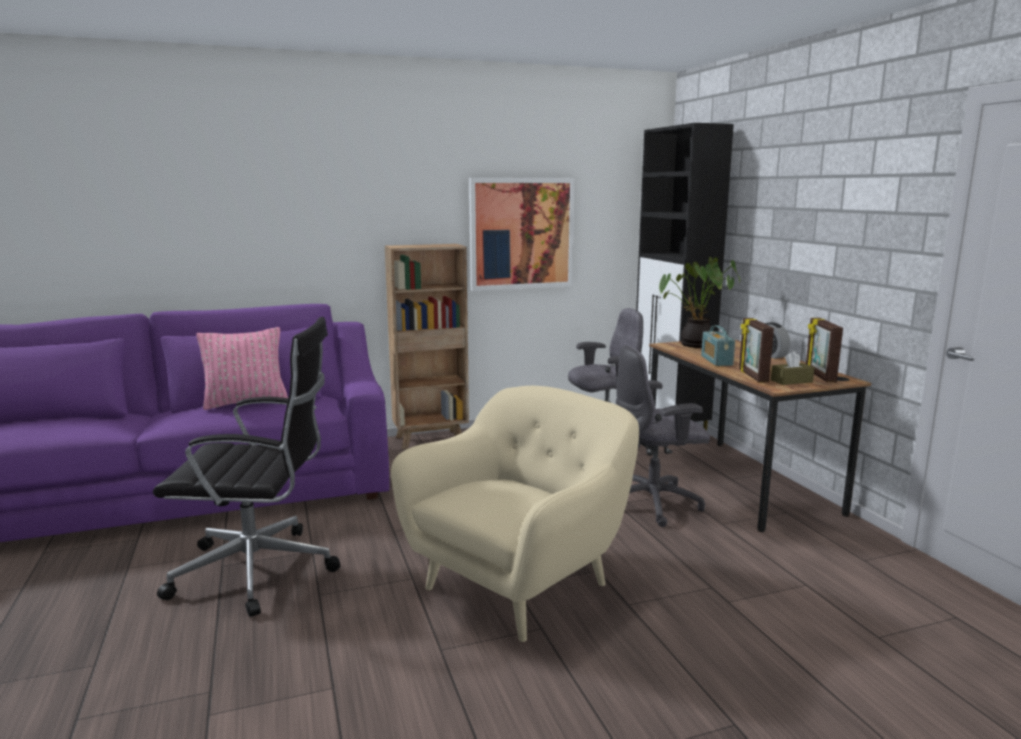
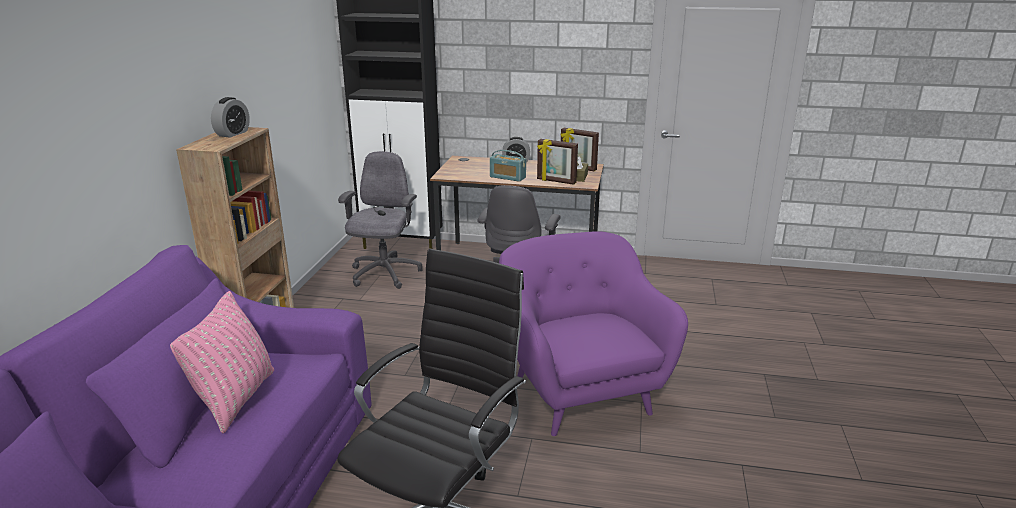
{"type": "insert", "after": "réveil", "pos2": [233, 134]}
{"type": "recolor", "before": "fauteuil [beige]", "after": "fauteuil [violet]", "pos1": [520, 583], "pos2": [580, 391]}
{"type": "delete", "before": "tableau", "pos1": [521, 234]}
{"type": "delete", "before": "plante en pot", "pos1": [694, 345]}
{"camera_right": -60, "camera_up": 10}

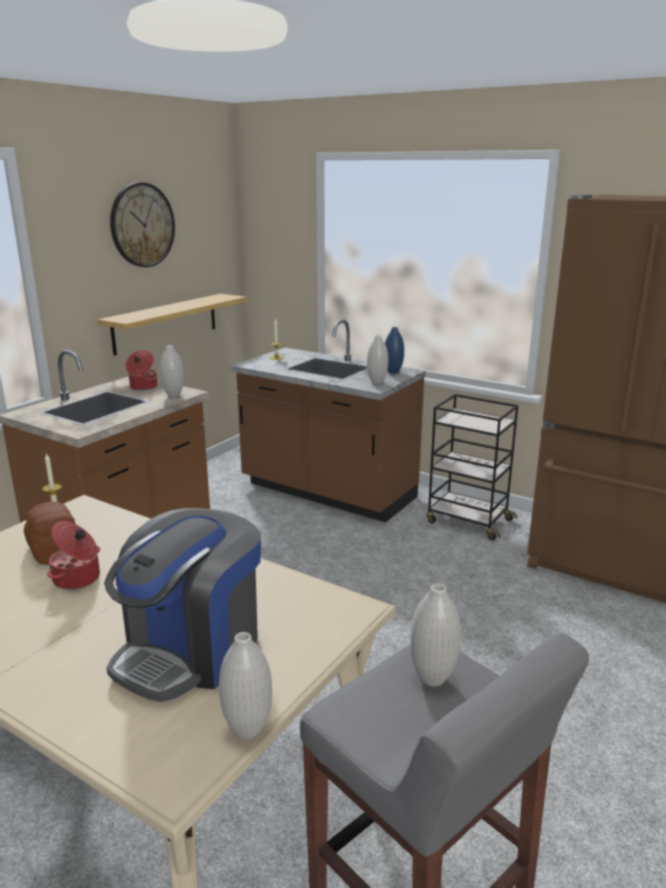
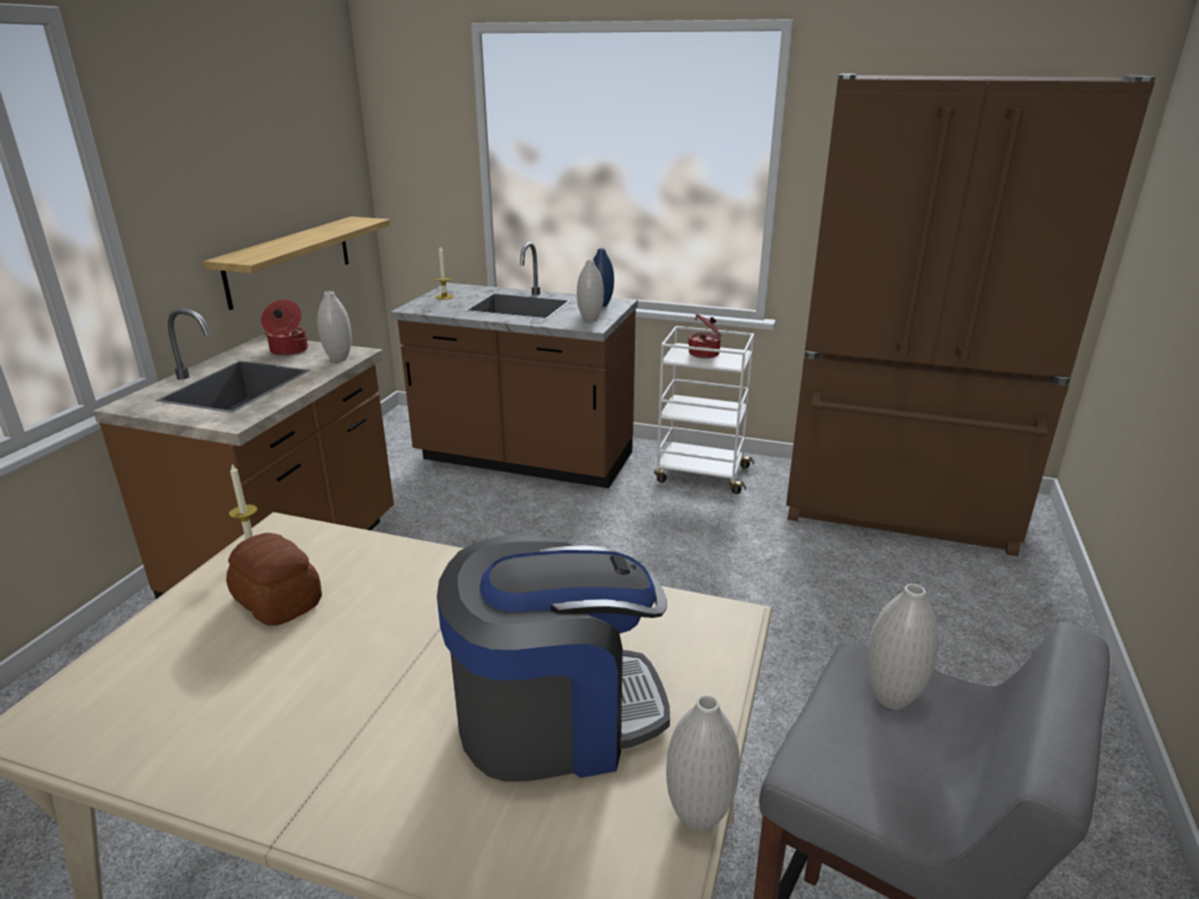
{"type": "rotate", "before": "machine à café", "pos1": [191, 650], "pos2": [556, 716], "turn": -120}
{"type": "recolor", "before": "chariot [noir]", "after": "chariot [blanc]", "pos1": [468, 521], "pos2": [701, 474]}
{"type": "move", "before": "marmite", "pos1": [78, 579], "pos2": [705, 354]}
{"type": "delete", "before": "horloge murale", "pos1": [142, 225]}
{"camera_right": -15, "camera_up": 5}

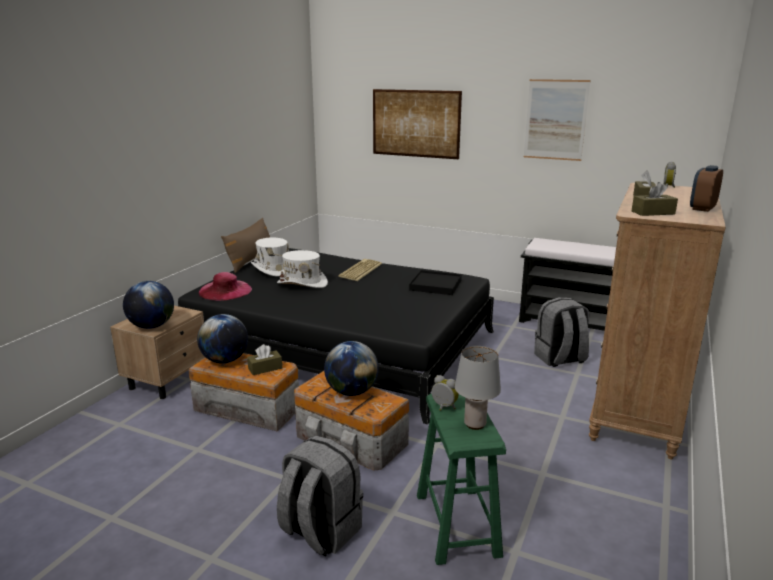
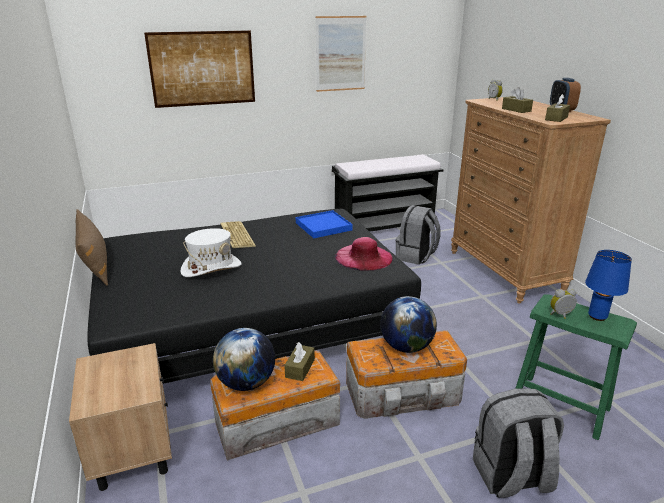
{"type": "recolor", "before": "plateau [noir]", "after": "plateau [bleu]", "pos1": [435, 285], "pos2": [323, 226]}
{"type": "move", "before": "chapeau [rose]", "pos1": [225, 290], "pos2": [364, 257]}
{"type": "recolor", "before": "lampe de table [gris]", "after": "lampe de table [bleu]", "pos1": [475, 424], "pos2": [597, 316]}
{"type": "delete", "before": "globe", "pos1": [152, 326]}
{"type": "delete", "before": "chapeau [blanc]", "pos1": [273, 269]}
{"camera_right": -45, "camera_up": 5}

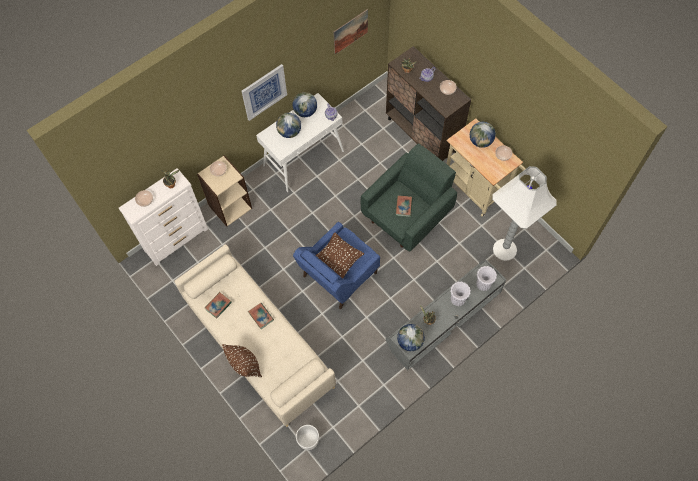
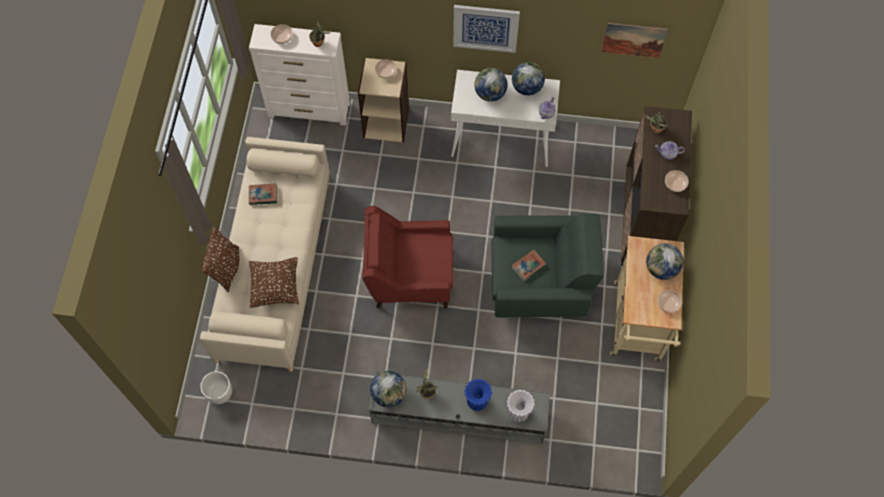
{"type": "move", "before": "coussin [marron]", "pos1": [338, 260], "pos2": [275, 287]}
{"type": "recolor", "before": "fauteuil [bleu]", "after": "fauteuil [rouge]", "pos1": [338, 275], "pos2": [409, 276]}
{"type": "recolor", "before": "vase [blanc]", "after": "vase [bleu]", "pos1": [457, 300], "pos2": [476, 402]}
{"type": "delete", "before": "livre", "pos1": [261, 316]}
{"type": "delete", "before": "lampadaire [blanc]", "pos1": [504, 249]}
{"camera_right": 45, "camera_up": 0}

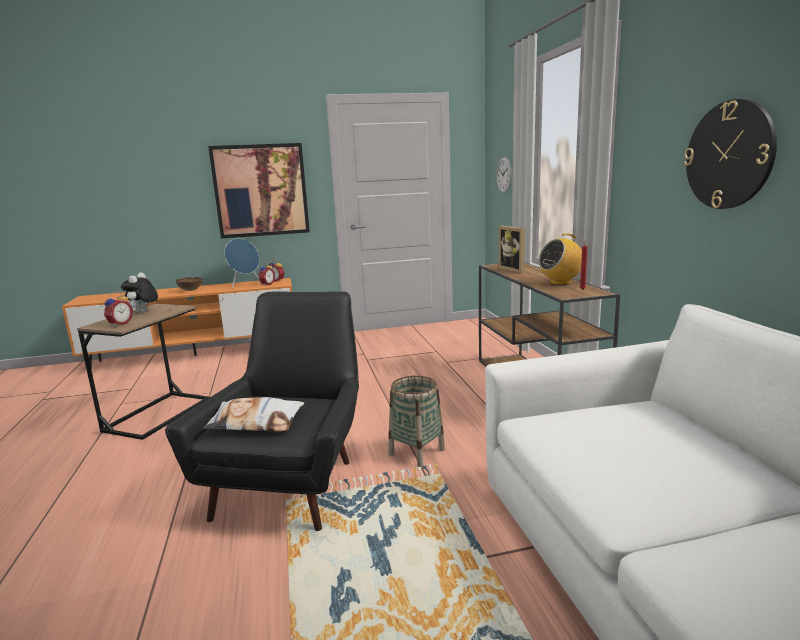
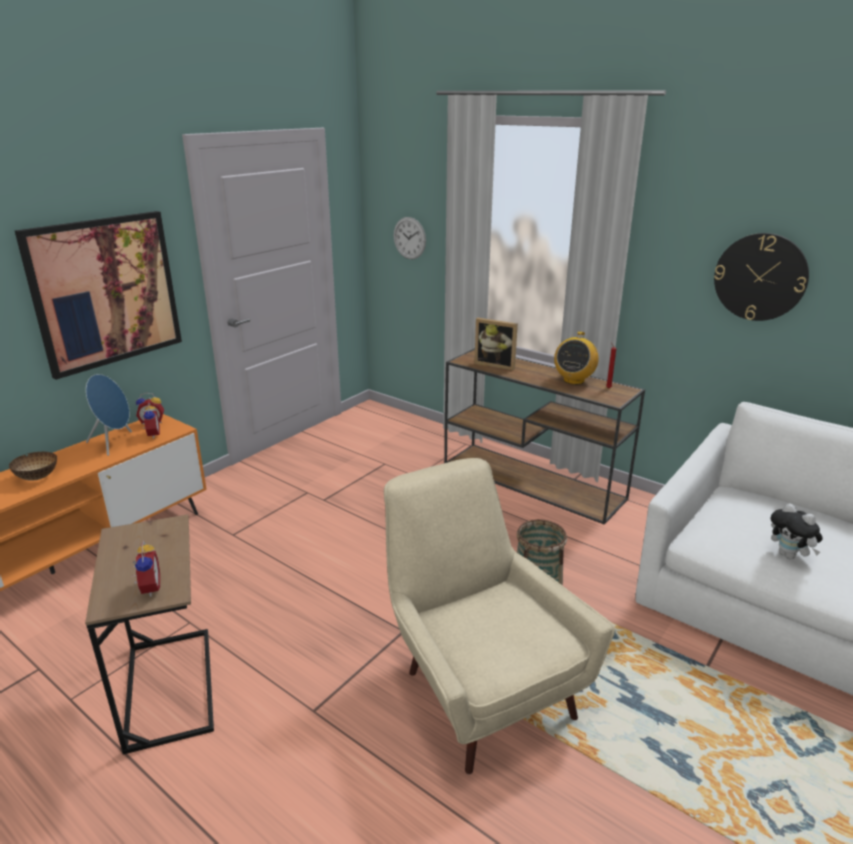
{"type": "recolor", "before": "fauteuil [noir]", "after": "fauteuil [beige]", "pos1": [293, 480], "pos2": [477, 684]}
{"type": "move", "before": "peluche", "pos1": [143, 312], "pos2": [789, 556]}
{"type": "delete", "before": "coussin", "pos1": [256, 422]}
{"camera_right": -40, "camera_up": 10}

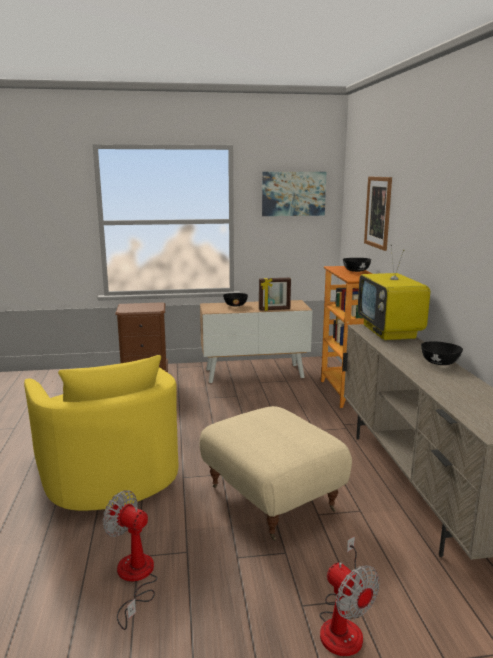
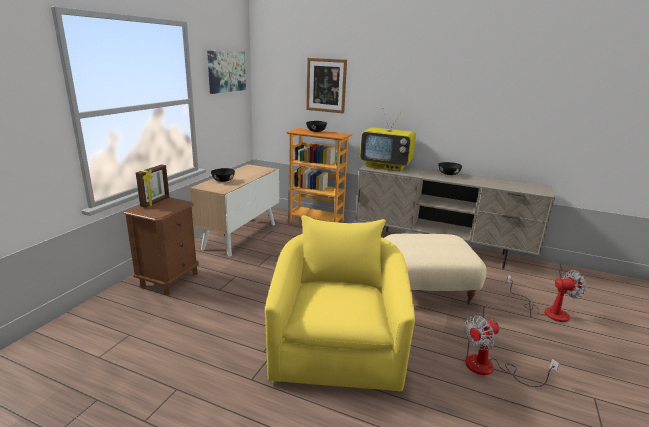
{"type": "move", "before": "cadre photo", "pos1": [274, 309], "pos2": [155, 202]}
{"type": "rotate", "before": "fauteuil [jaune]", "pos1": [108, 471], "pos2": [337, 345], "turn": -90}
{"camera_right": -60, "camera_up": 5}

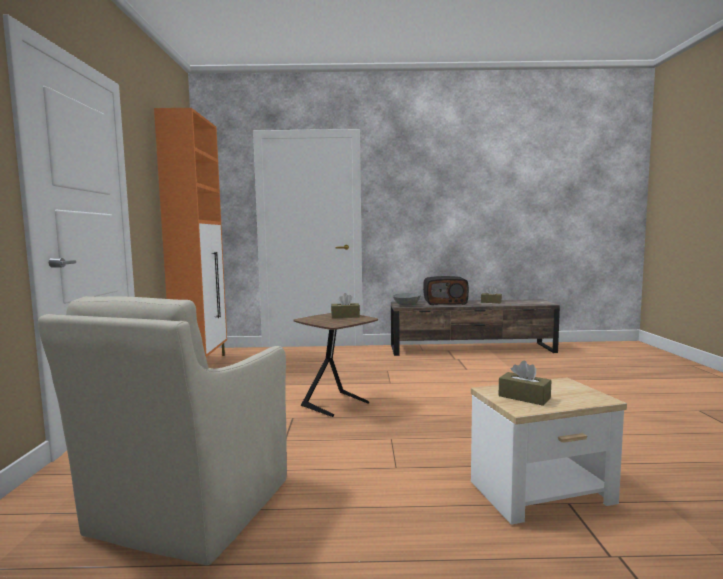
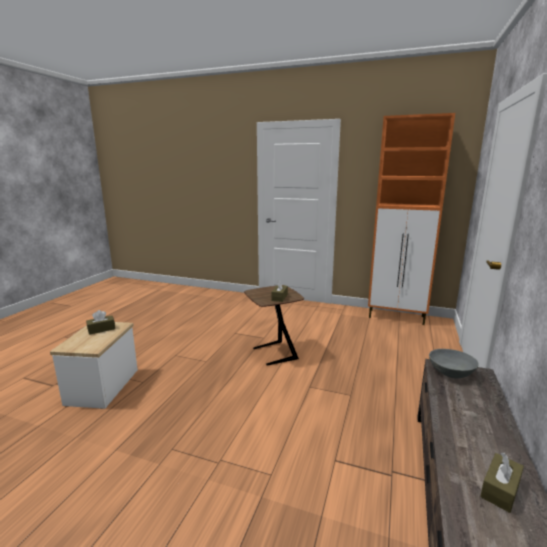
{"type": "delete", "before": "fauteuil [beige]", "pos1": [188, 510]}
{"type": "delete", "before": "radio", "pos1": [445, 302]}
{"camera_right": 110, "camera_up": 10}

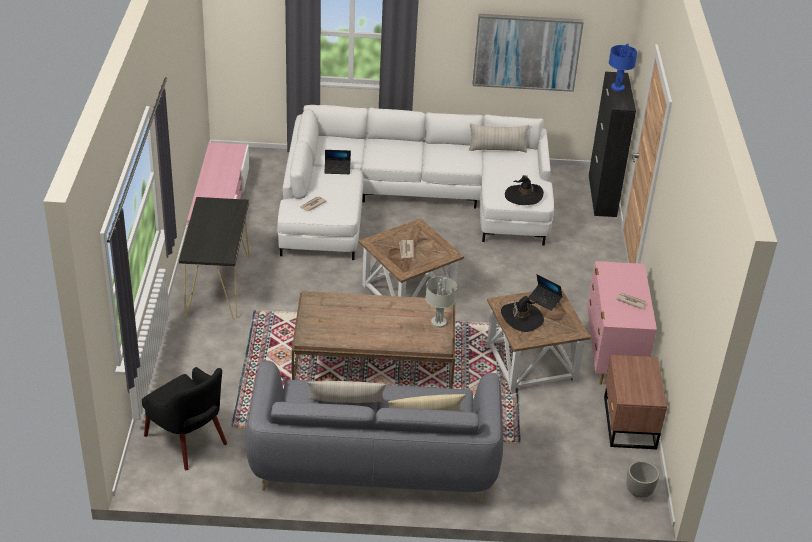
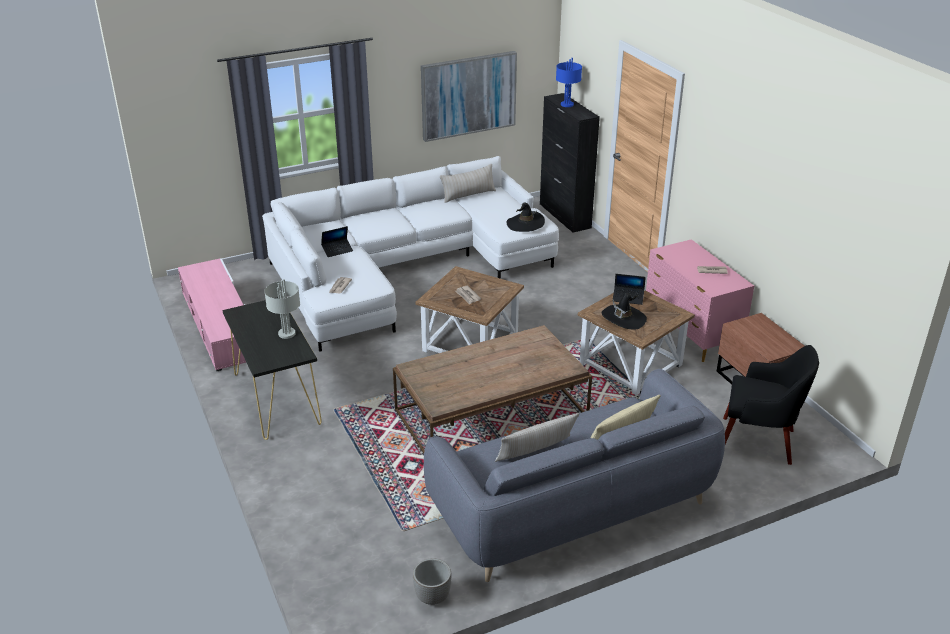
{"type": "move", "before": "lampe de table [gris]", "pos1": [438, 323], "pos2": [286, 334]}
{"type": "move", "before": "cache-pot", "pos1": [638, 492], "pos2": [432, 597]}
{"type": "move", "before": "fauteuil [noir]", "pos1": [187, 441], "pos2": [759, 441]}
{"camera_right": -25, "camera_up": -5}

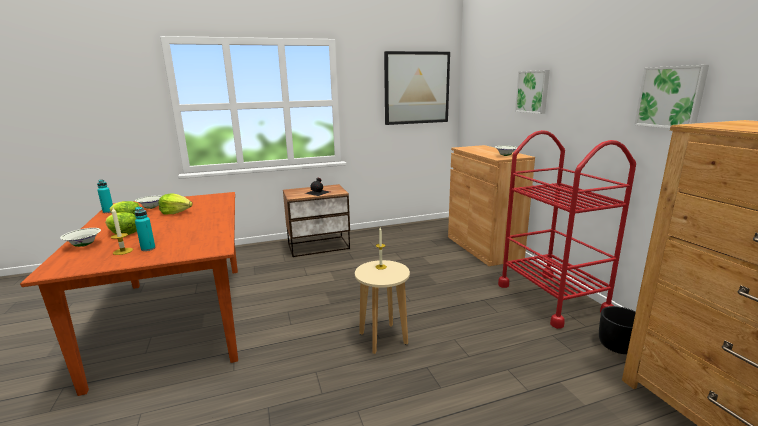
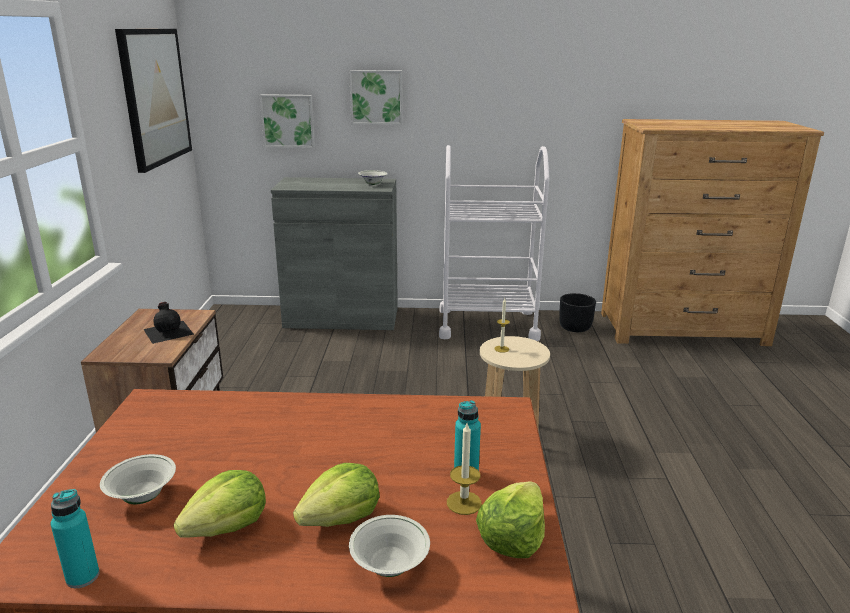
{"type": "move", "before": "tableau", "pos1": [671, 97], "pos2": [288, 121]}
{"type": "recolor", "before": "meuble de rangement [marron]", "after": "meuble de rangement [gris]", "pos1": [483, 248], "pos2": [341, 318]}
{"type": "recolor", "before": "chariot [rouge]", "after": "chariot [blanc]", "pos1": [551, 298], "pos2": [487, 324]}
{"type": "move", "before": "laitue", "pos1": [176, 212], "pos2": [512, 537]}
{"camera_right": -70, "camera_up": 5}

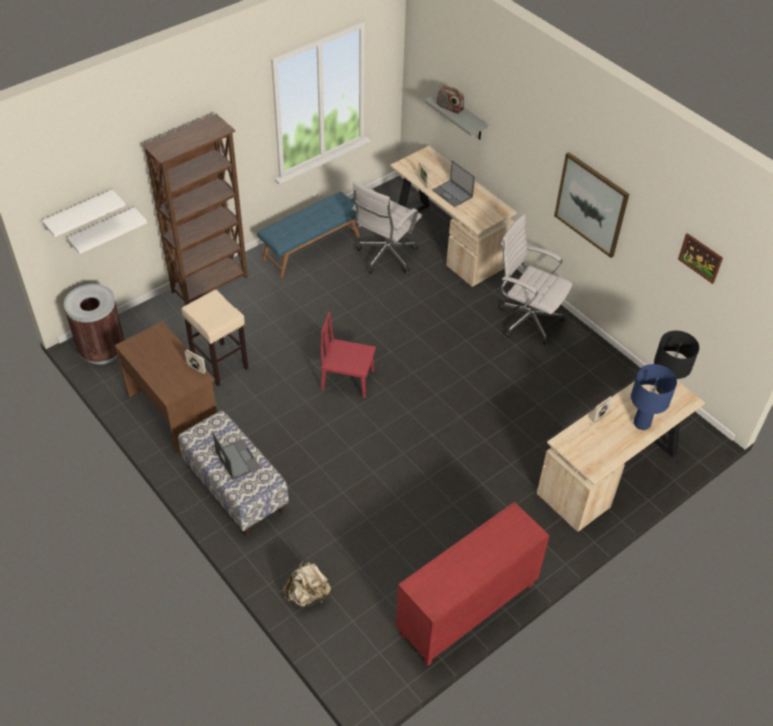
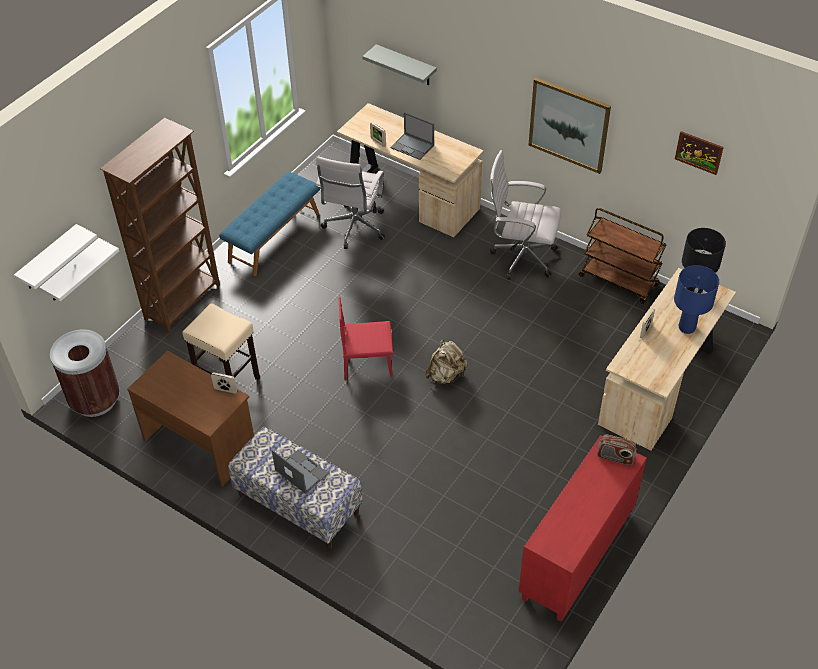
{"type": "move", "before": "sac à dos [beige]", "pos1": [307, 595], "pos2": [446, 376]}
{"type": "insert", "after": "chariot [marron]", "pos2": [619, 281]}
{"type": "move", "before": "radio", "pos1": [449, 108], "pos2": [615, 457]}
{"camera_right": -15, "camera_up": 0}

